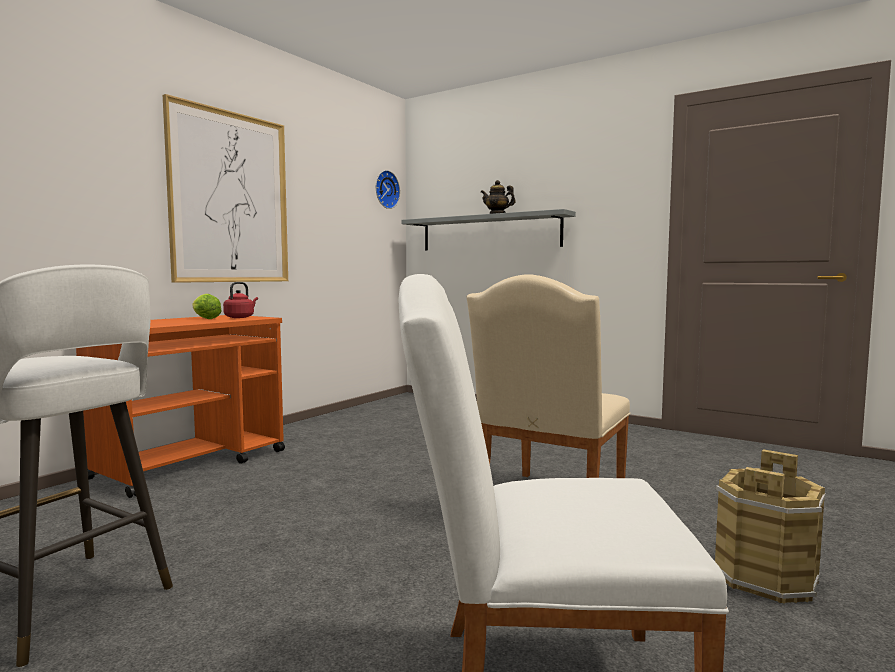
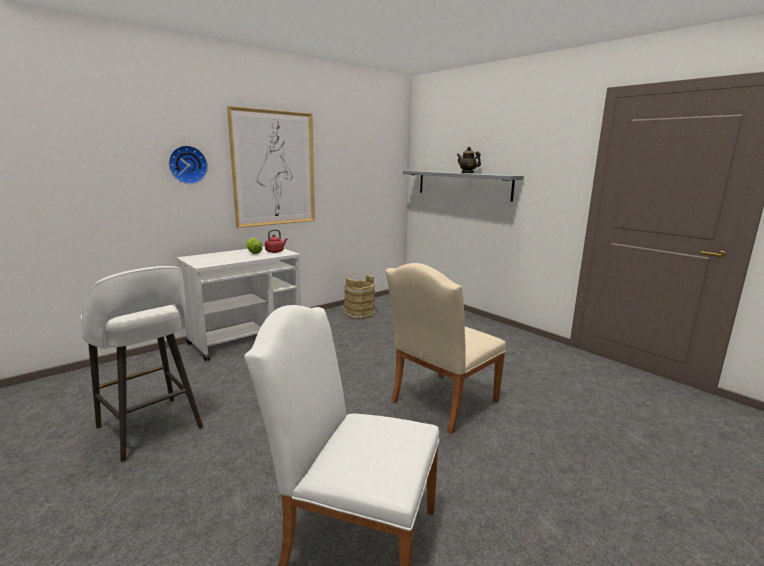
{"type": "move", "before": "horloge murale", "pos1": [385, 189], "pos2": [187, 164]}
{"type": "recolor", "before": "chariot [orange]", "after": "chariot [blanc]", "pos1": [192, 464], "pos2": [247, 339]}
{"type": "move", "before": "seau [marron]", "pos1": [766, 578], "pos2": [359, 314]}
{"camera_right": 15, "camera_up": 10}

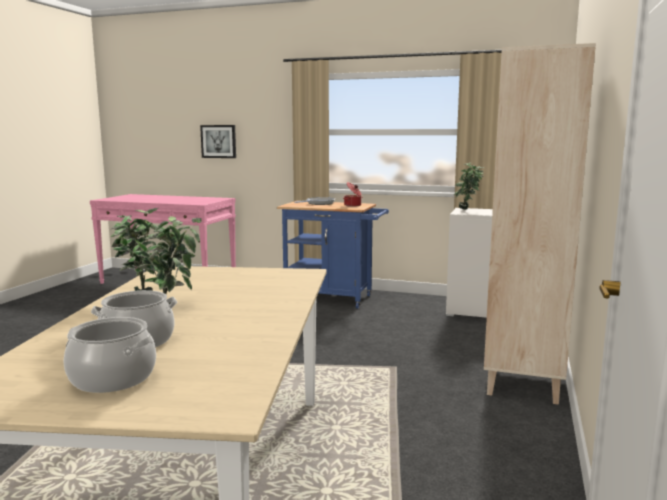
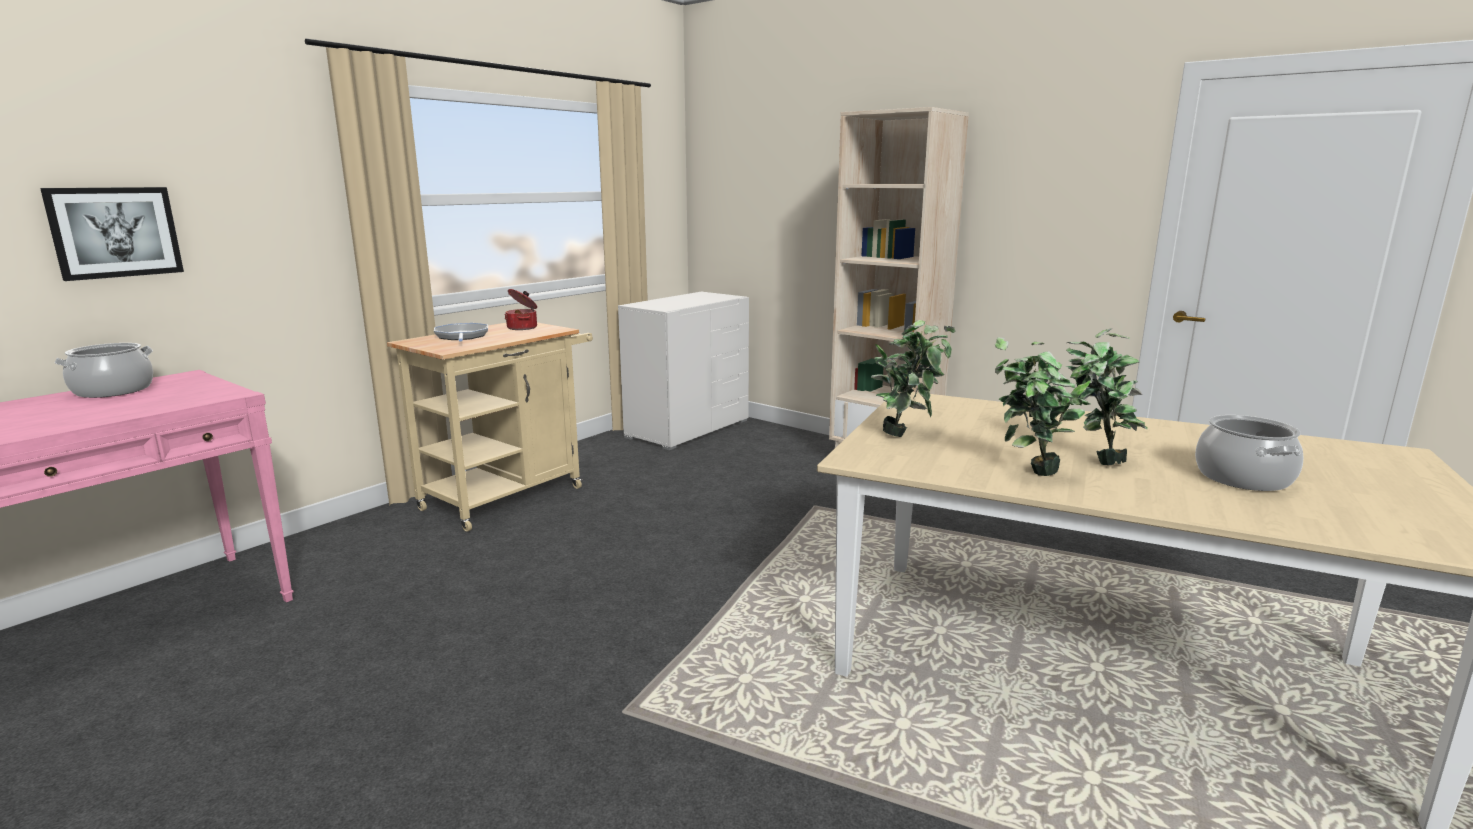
{"type": "move", "before": "marmite", "pos1": [113, 378], "pos2": [113, 390]}
{"type": "recolor", "before": "chariot [bleu]", "after": "chariot [beige]", "pos1": [333, 298], "pos2": [510, 495]}
{"type": "move", "before": "plante en pot", "pos1": [468, 209], "pos2": [907, 434]}
{"camera_right": -70, "camera_up": 5}

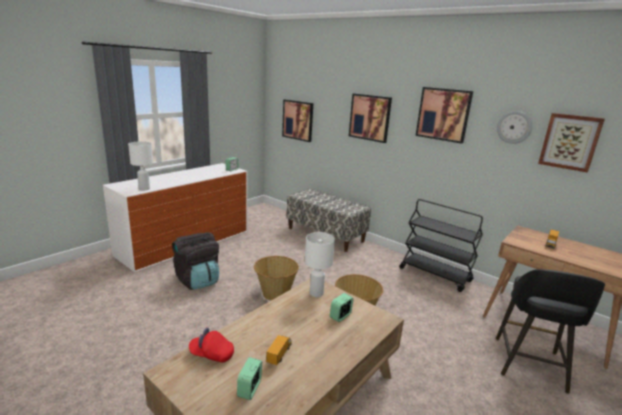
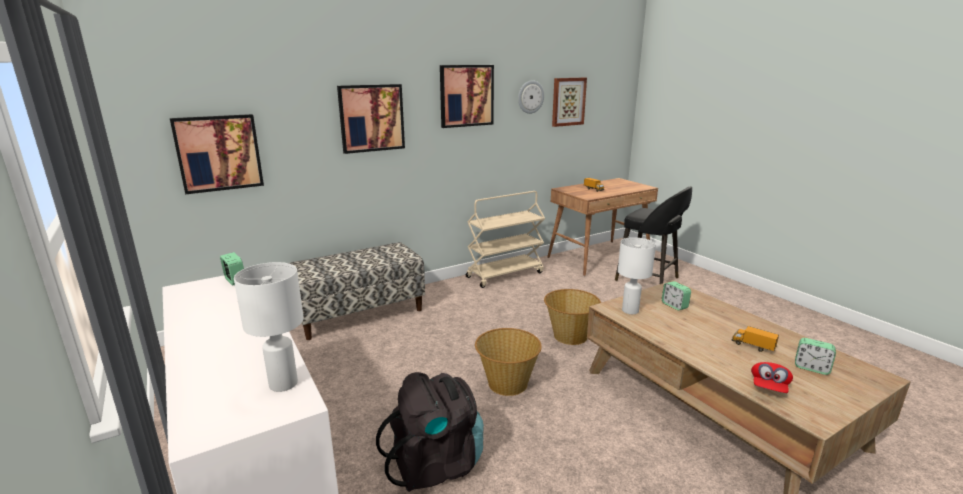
{"type": "recolor", "before": "chariot [noir]", "after": "chariot [beige]", "pos1": [435, 275], "pos2": [505, 274]}
{"camera_right": -70, "camera_up": 0}

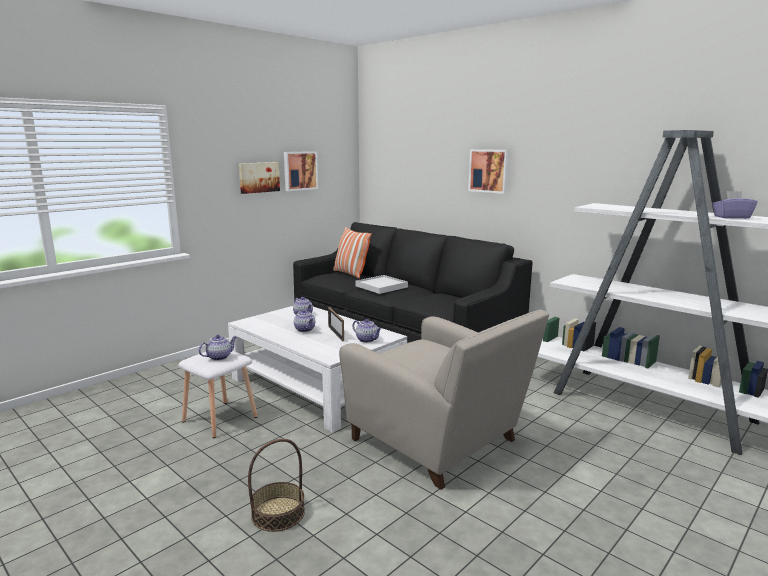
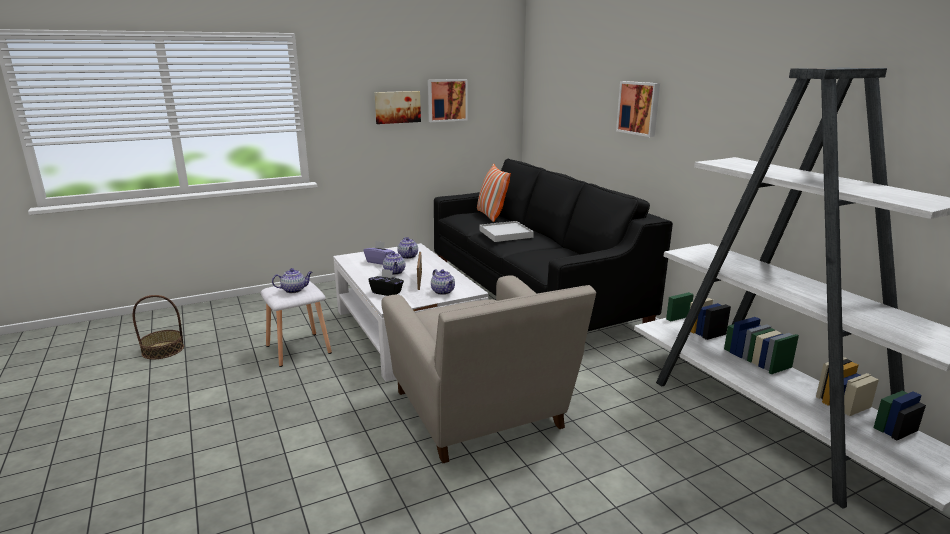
{"type": "move", "before": "panier", "pos1": [278, 513], "pos2": [163, 350]}
{"type": "move", "before": "boîte à mouchoirs [violet]", "pos1": [731, 217], "pos2": [379, 261]}
{"type": "insert", "after": "boîte à mouchoirs [noir]", "pos2": [387, 292]}
{"camera_right": 20, "camera_up": 5}

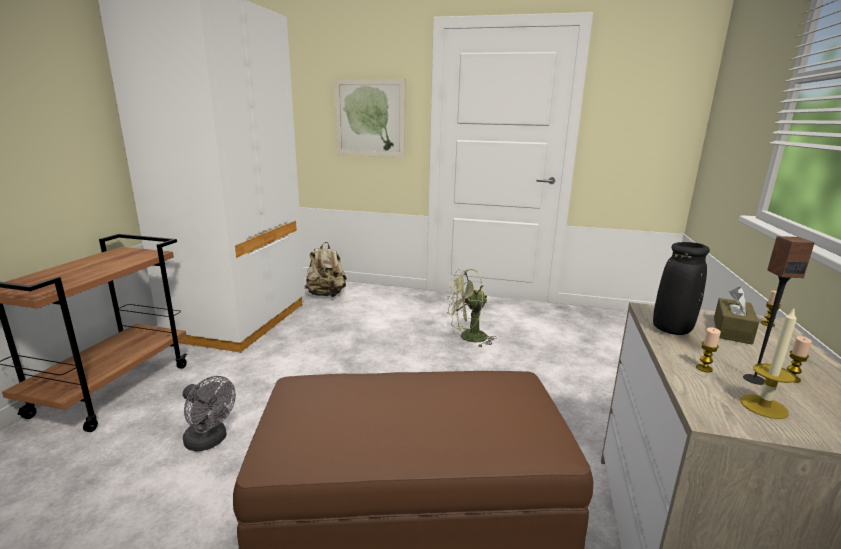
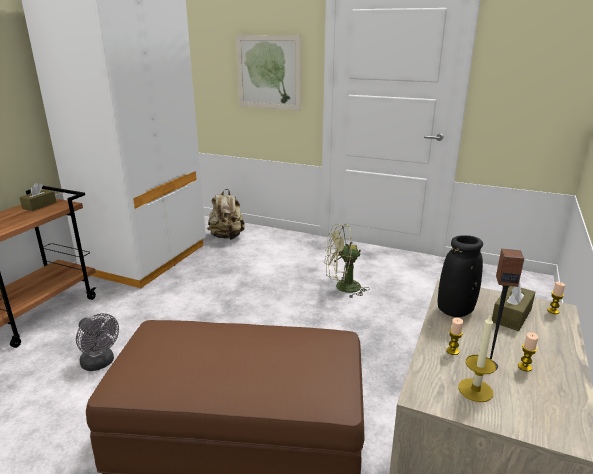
{"type": "insert", "after": "boîte à mouchoirs [marron]", "pos2": [39, 205]}
{"camera_right": 10, "camera_up": 5}

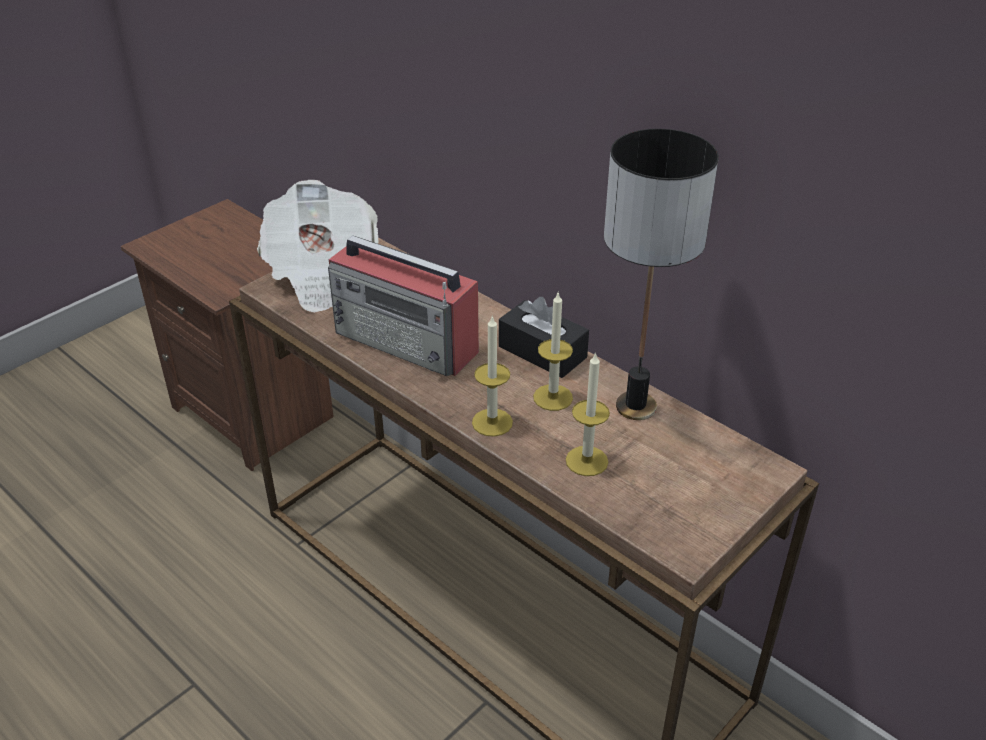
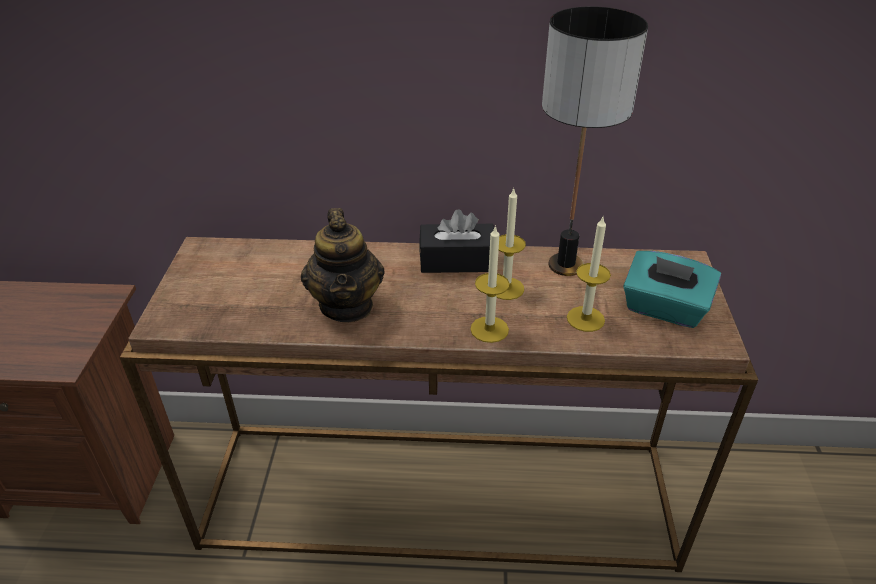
{"type": "replace", "before": "radio", "after": "théière", "pos1": [407, 342], "pos2": [347, 305]}
{"type": "insert", "after": "boîte à mouchoirs [turquoise]", "pos2": [664, 309]}
{"type": "delete", "before": "journal", "pos1": [323, 275]}
{"camera_right": -40, "camera_up": 0}

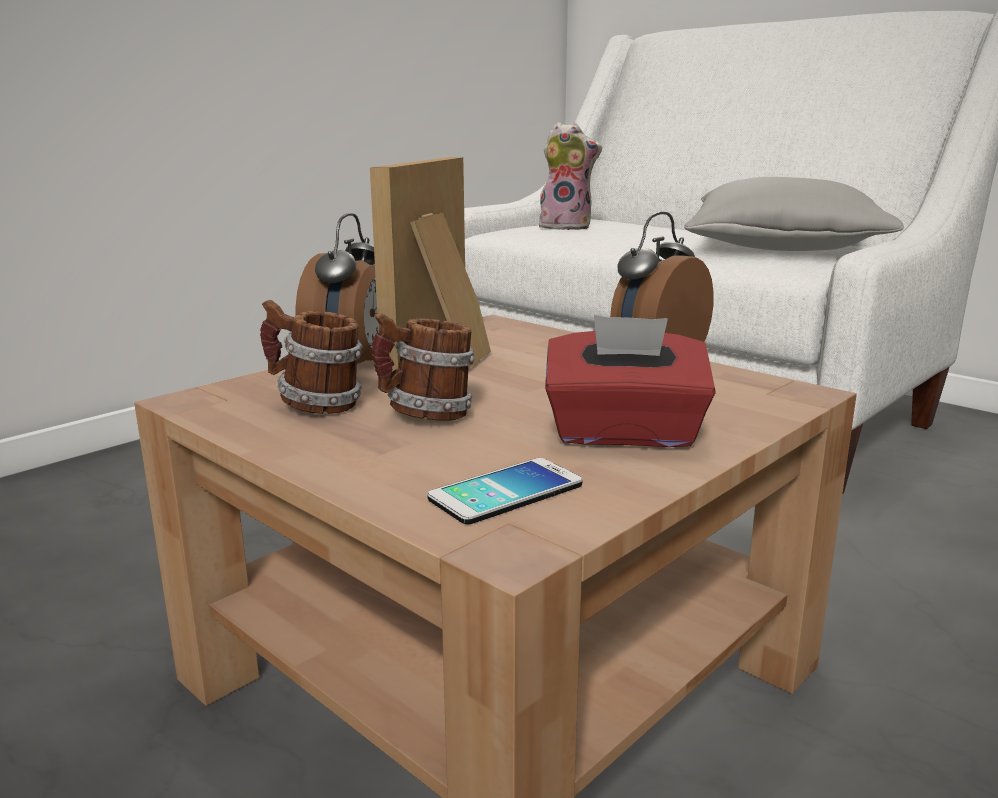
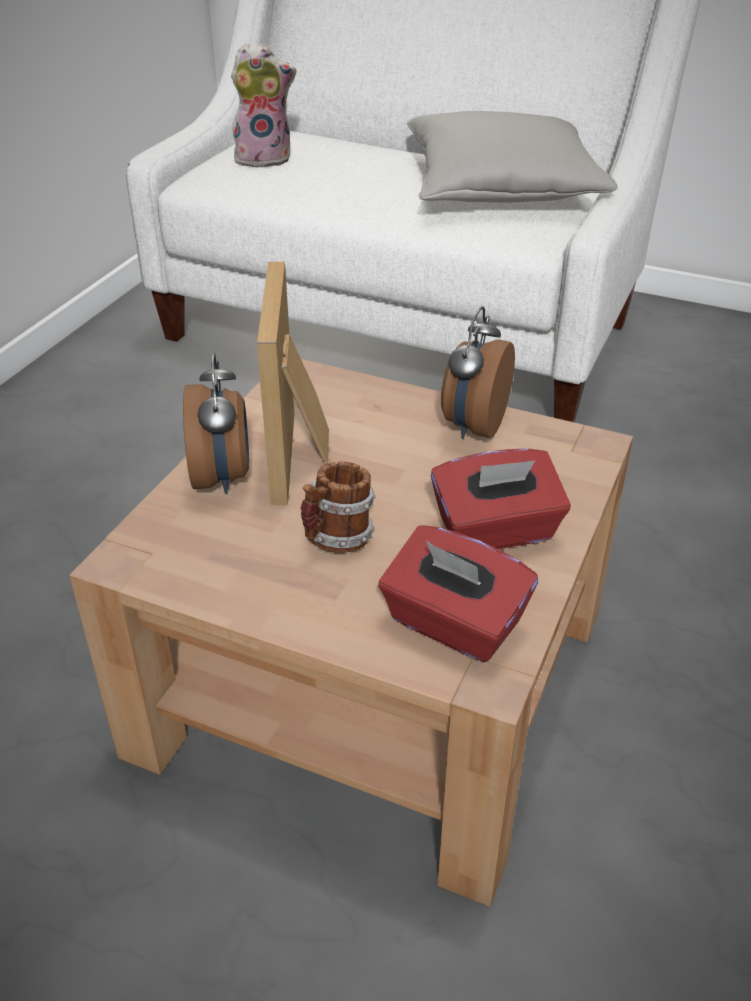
{"type": "replace", "before": "téléphone", "after": "boîte à mouchoirs [rouge]", "pos1": [506, 492], "pos2": [453, 624]}
{"type": "delete", "before": "mug", "pos1": [316, 405]}
{"camera_right": -20, "camera_up": 20}

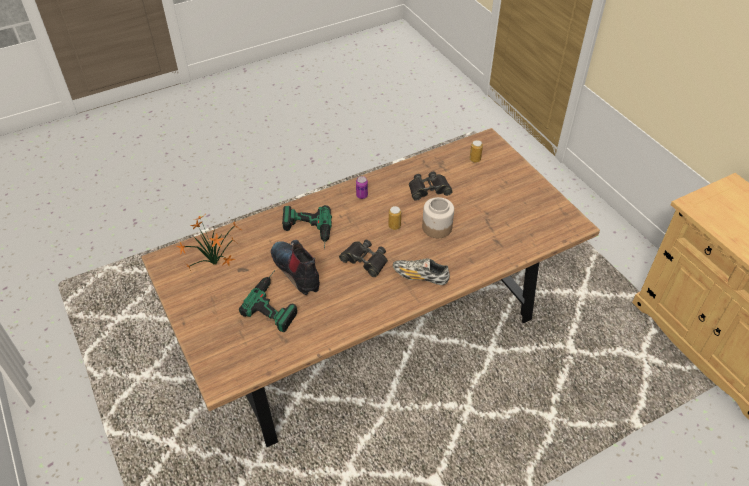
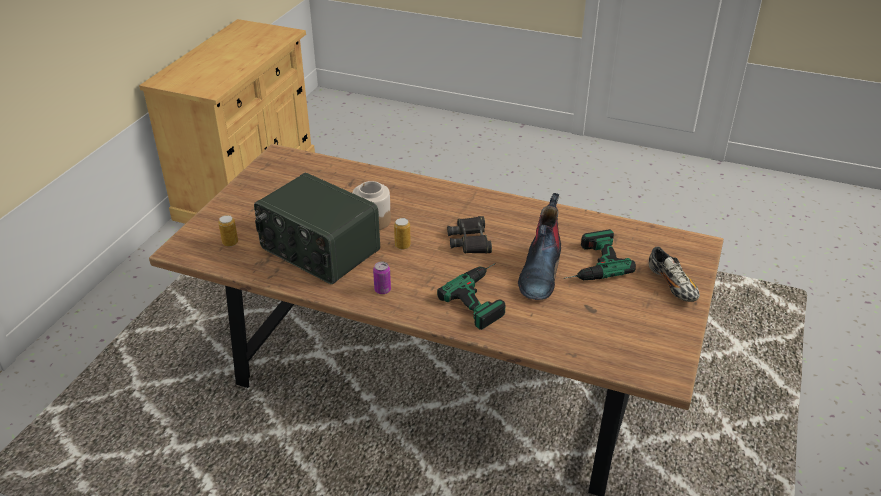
{"type": "replace", "before": "jumelles [noir]", "after": "radio", "pos1": [428, 189], "pos2": [318, 250]}
{"type": "move", "before": "chaussure", "pos1": [420, 276], "pos2": [672, 285]}
{"type": "delete", "before": "plante en pot", "pos1": [217, 264]}
{"camera_right": -130, "camera_up": -10}

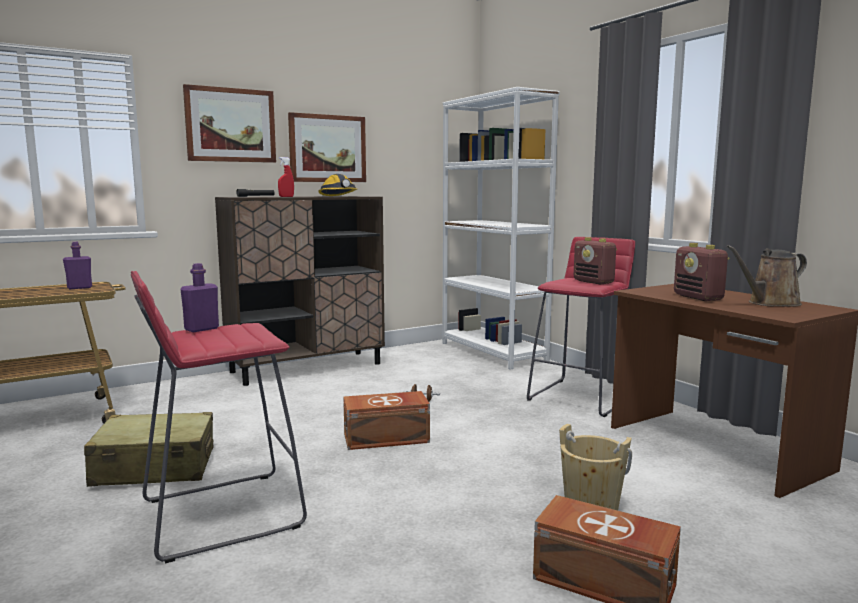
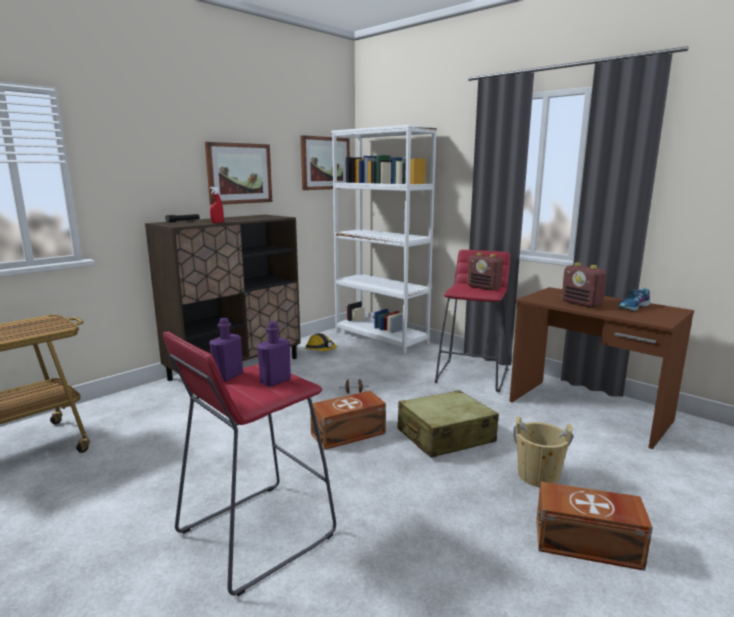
{"type": "move", "before": "bouteille [violet]", "pos1": [79, 288], "pos2": [275, 381]}
{"type": "move", "before": "tableau", "pos1": [230, 125], "pos2": [325, 163]}
{"type": "move", "before": "casque de chantier", "pos1": [339, 196], "pos2": [320, 350]}
{"type": "move", "before": "valise [beige]", "pos1": [155, 467], "pos2": [445, 436]}
{"type": "replace", "before": "arrosoir [marron]", "after": "chaussure", "pos1": [770, 303], "pos2": [634, 307]}
{"camera_right": -15, "camera_up": 5}

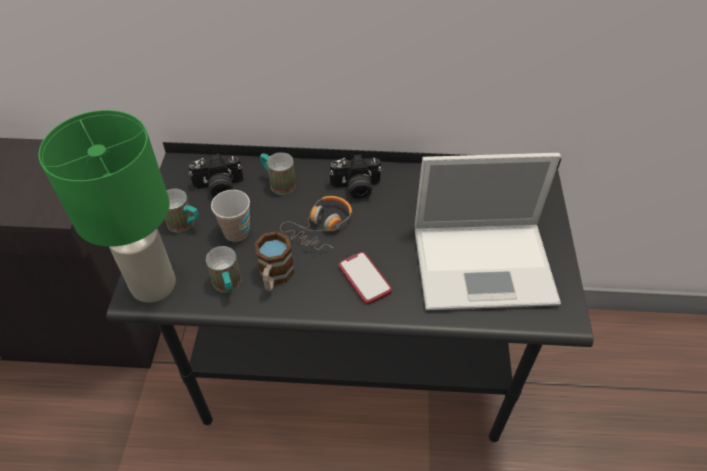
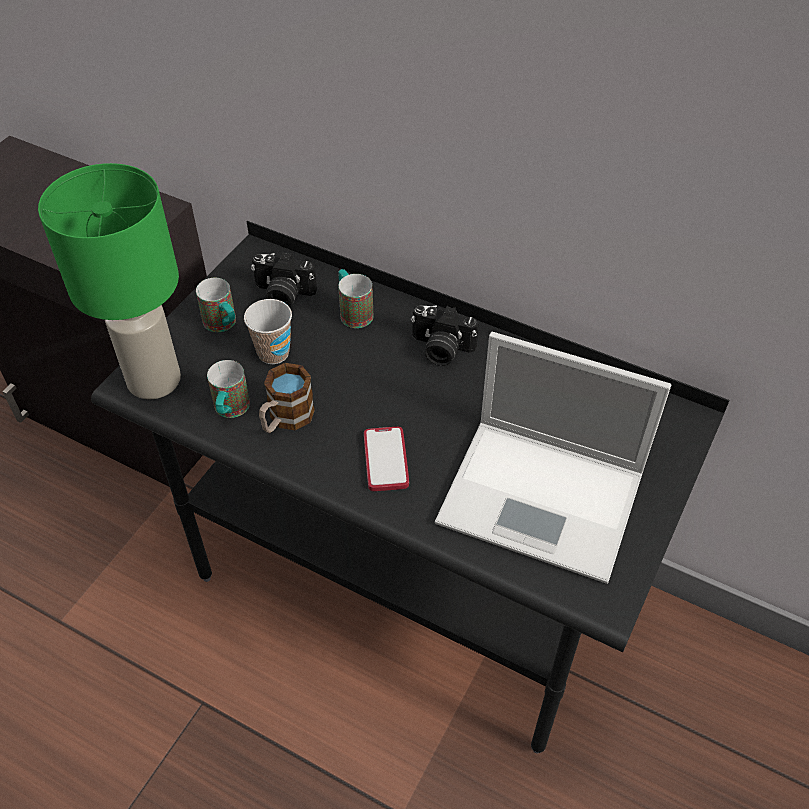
{"type": "delete", "before": "casque audio", "pos1": [321, 227]}
{"camera_right": 25, "camera_up": 0}

